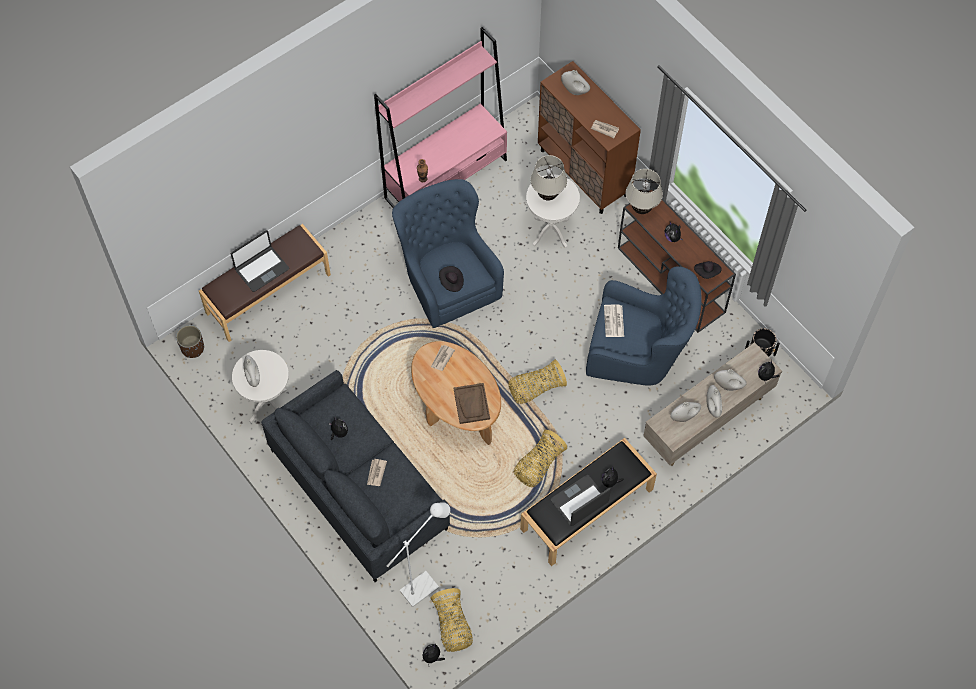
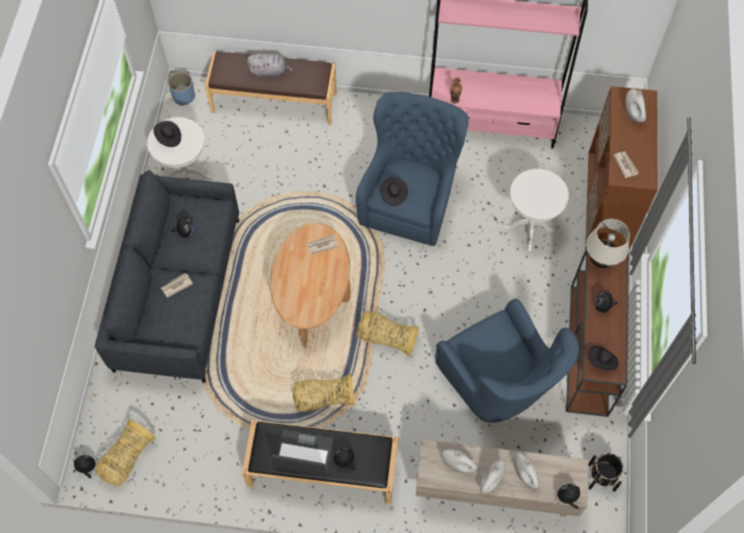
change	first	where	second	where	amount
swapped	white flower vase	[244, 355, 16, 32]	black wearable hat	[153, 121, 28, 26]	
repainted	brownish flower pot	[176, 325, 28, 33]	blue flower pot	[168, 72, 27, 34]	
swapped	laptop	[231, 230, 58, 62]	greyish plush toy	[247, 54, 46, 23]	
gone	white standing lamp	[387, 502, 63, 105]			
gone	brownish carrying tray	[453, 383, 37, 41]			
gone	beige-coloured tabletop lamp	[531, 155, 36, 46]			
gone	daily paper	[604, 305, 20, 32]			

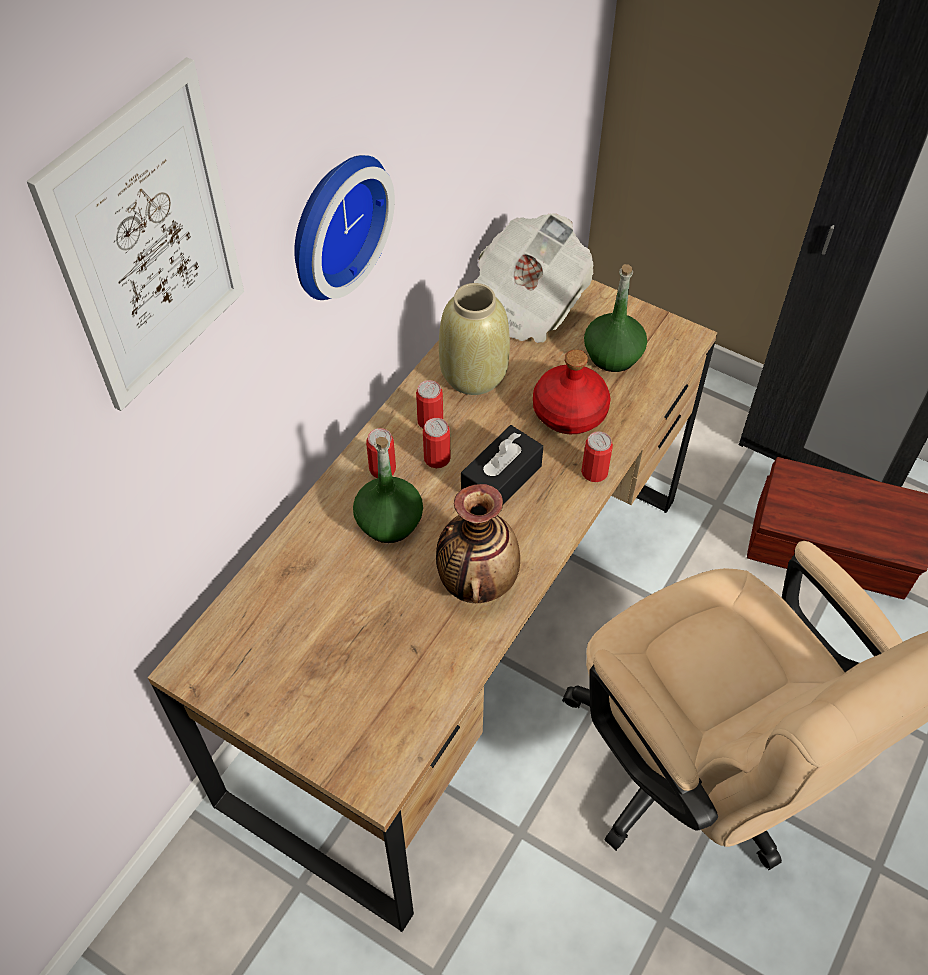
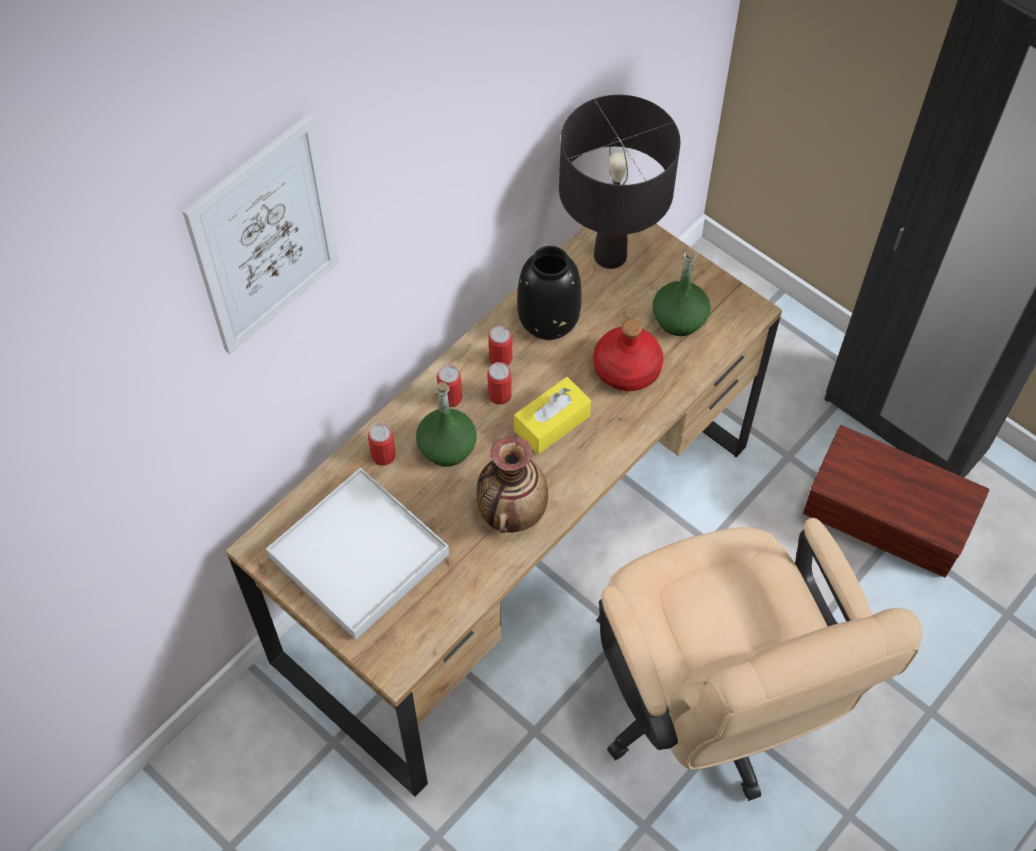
change	first	where	second	where	amount
new			white carrying tray	[266, 468, 183, 172]	
shifted	metal can	[581, 431, 32, 51]		[368, 423, 27, 43]	
repainted	black tissue holder	[461, 425, 82, 80]	yellow-coloured tissue holder	[514, 377, 77, 77]	
repainted	beige-coloured flower vase	[439, 283, 71, 112]	black flower vase	[517, 246, 64, 94]	
swapped	daily paper	[474, 213, 119, 130]	black tabletop lamp	[559, 95, 122, 174]	
gone	clock on the wall	[294, 155, 101, 145]			

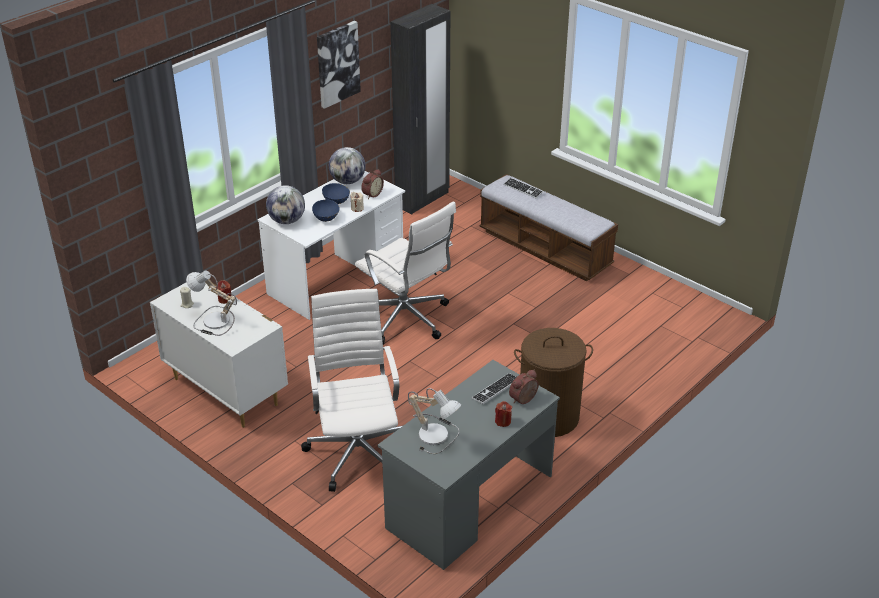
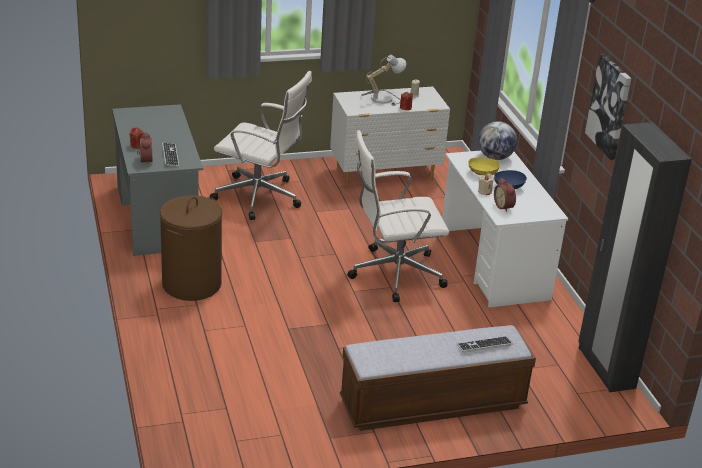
change	first	where	second	where	amount
repainted	blue bowl	[312, 199, 28, 23]	yellow-coloured bowl	[468, 157, 32, 18]	
gone	world globe	[329, 147, 37, 37]			
gone	tabletop lamp	[408, 388, 53, 66]			

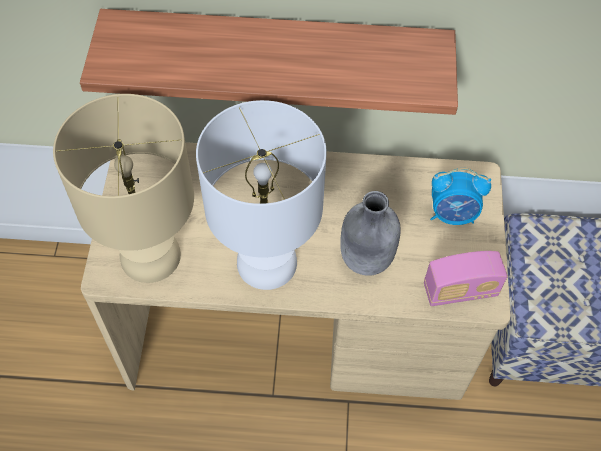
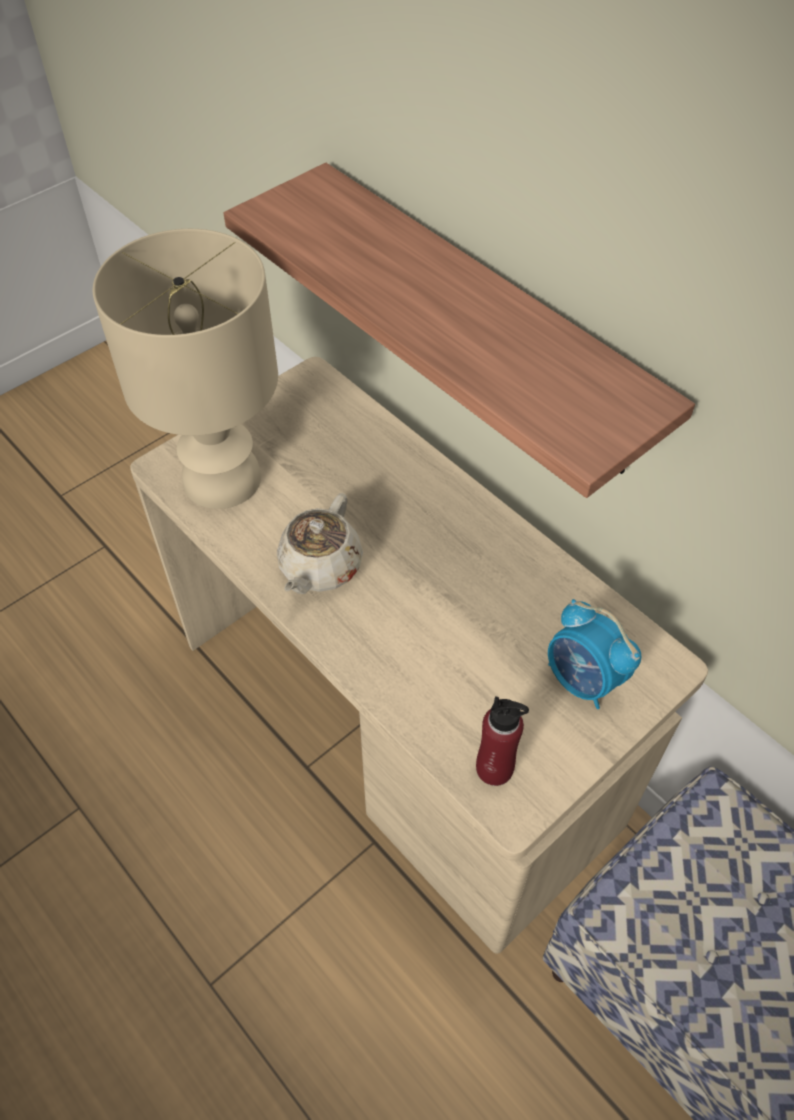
change	first	where	second	where	amount
swapped	white tabletop lamp	[196, 100, 131, 190]	beige-coloured pot for tea	[277, 493, 86, 101]	
swapped	radio receiver	[424, 251, 84, 55]	reddish beverage bottle	[476, 696, 53, 90]	
gone	greyish beverage bottle	[340, 191, 60, 85]			

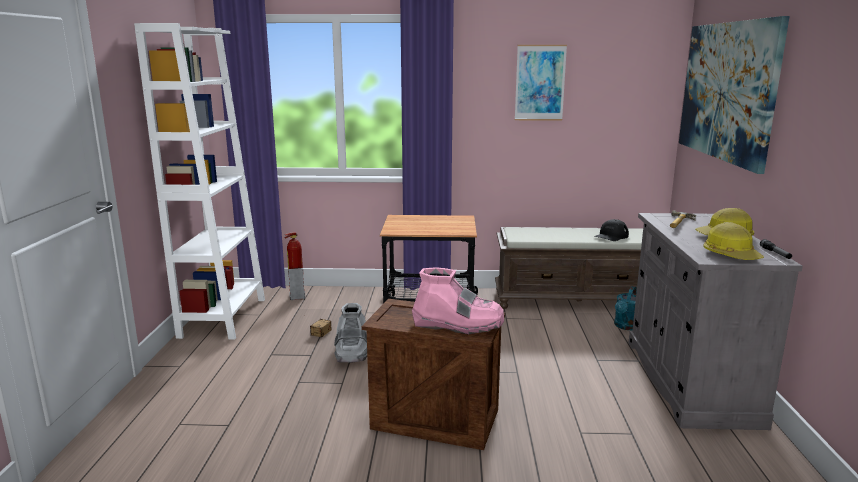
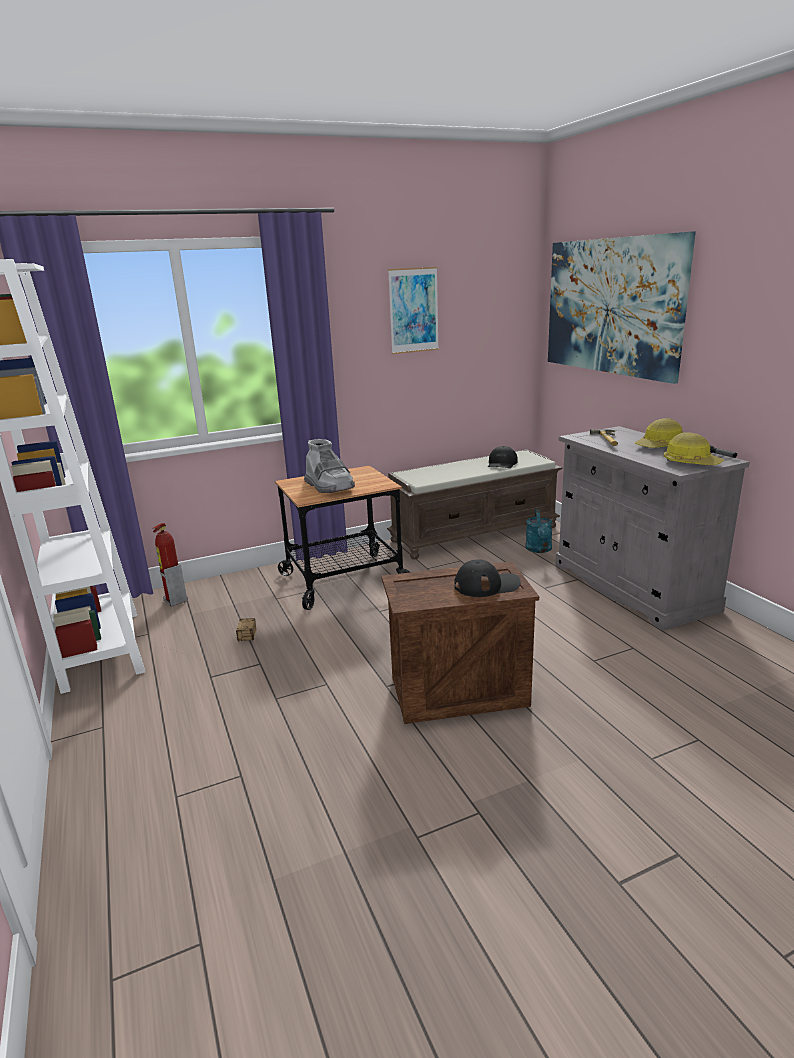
change	first	where	second	where	amount
shifted	greyish boot	[334, 303, 33, 60]		[304, 439, 51, 54]	
swapped	pinkish boot	[412, 267, 92, 67]	black baseball cap	[454, 559, 67, 38]	

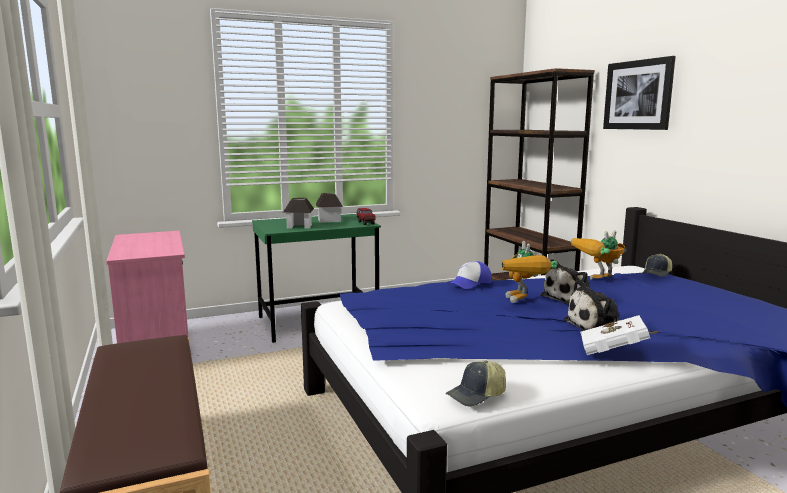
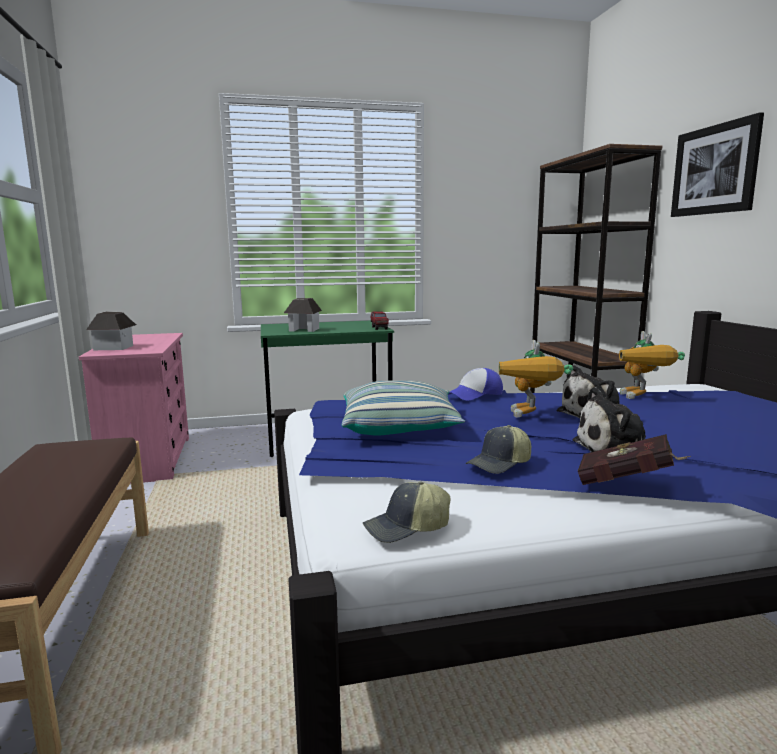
change	first	where	second	where	amount
shifted	model house	[316, 193, 27, 30]		[86, 311, 50, 39]	
new			throw pillow	[342, 380, 123, 56]	
shifted	baseball cap	[642, 254, 30, 23]		[466, 425, 65, 49]	
repainted	white bound book	[580, 315, 79, 40]	reddish bound book	[578, 434, 113, 51]	
rotated	robot figure	[571, 230, 55, 49]		[619, 331, 66, 68]	75 degrees counterclockwise

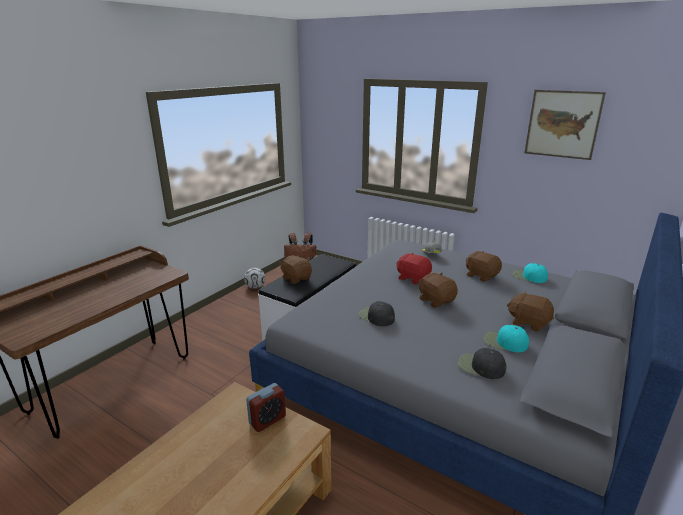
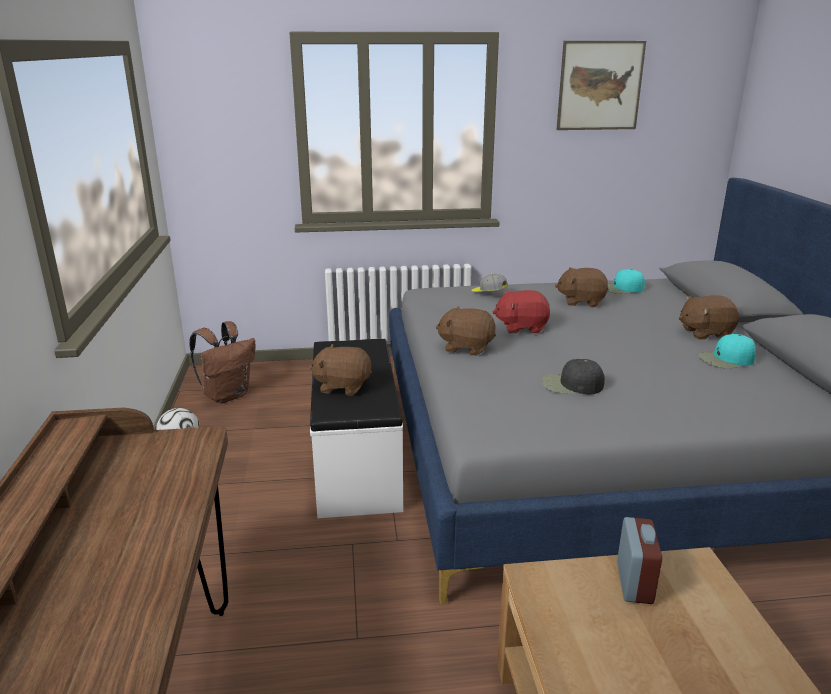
change	first	where	second	where	amount
shifted	brownish plush toy	[419, 273, 39, 35]		[436, 306, 60, 50]	
gone	black baseball cap	[458, 348, 48, 31]			

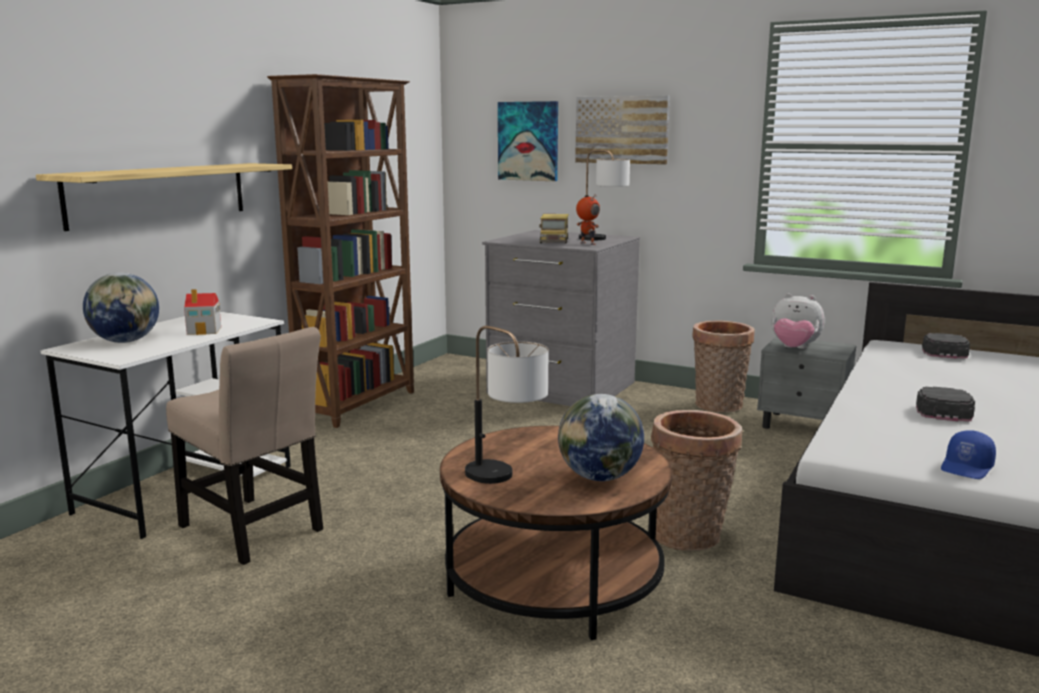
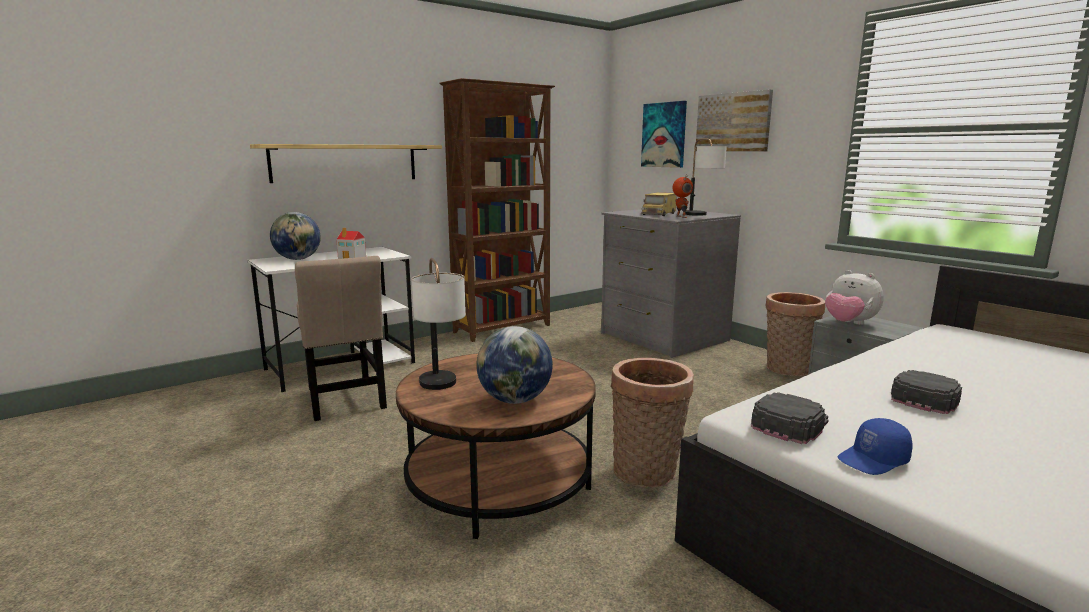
change	first	where	second	where	amount
shifted	black baseball cap	[922, 333, 48, 26]		[751, 392, 77, 52]	

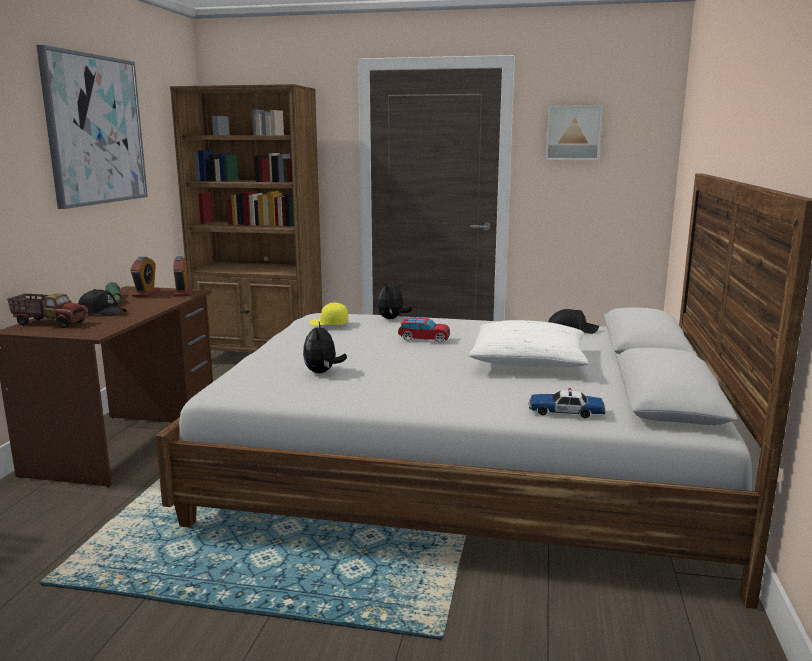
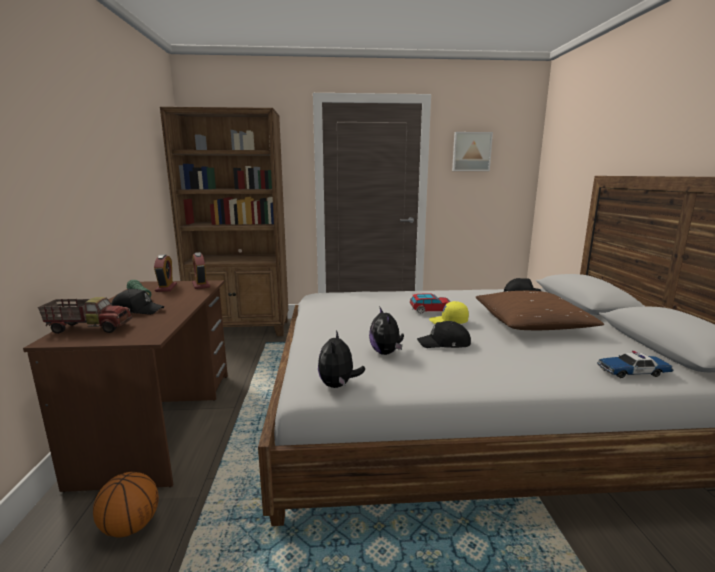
change	first	where	second	where	amount
new			ball for basketball	[93, 472, 66, 66]	
shifted	plush toy	[377, 280, 35, 39]		[318, 330, 47, 58]	
new			black baseball cap	[417, 321, 54, 27]	
shifted	yellow-coloured baseball cap	[310, 302, 38, 24]		[429, 301, 40, 23]	
repainted	white throw pillow	[469, 320, 120, 48]	brownish throw pillow	[476, 291, 128, 39]	
gone	picture	[36, 45, 112, 164]			

